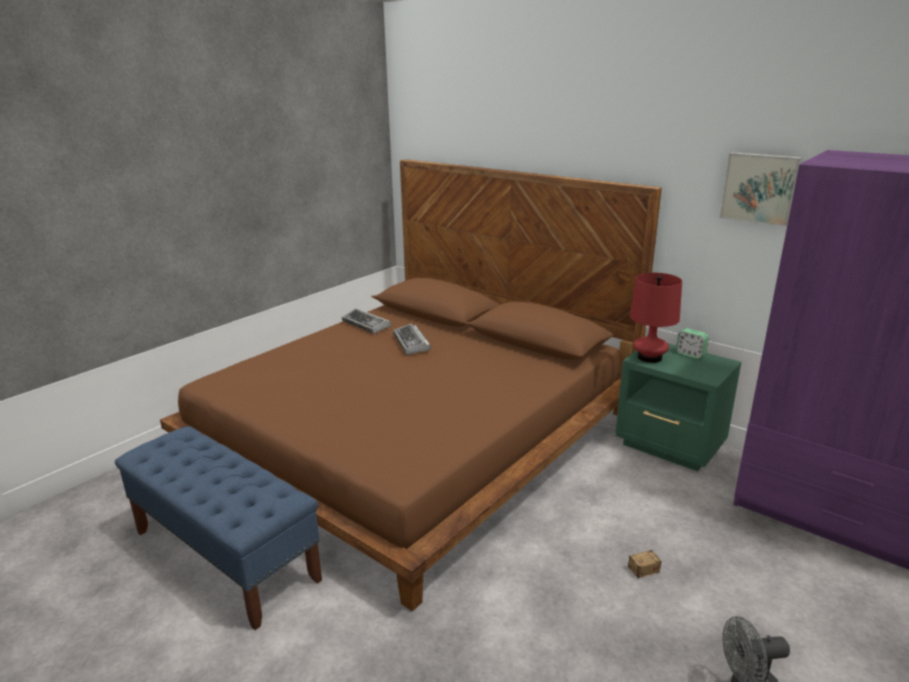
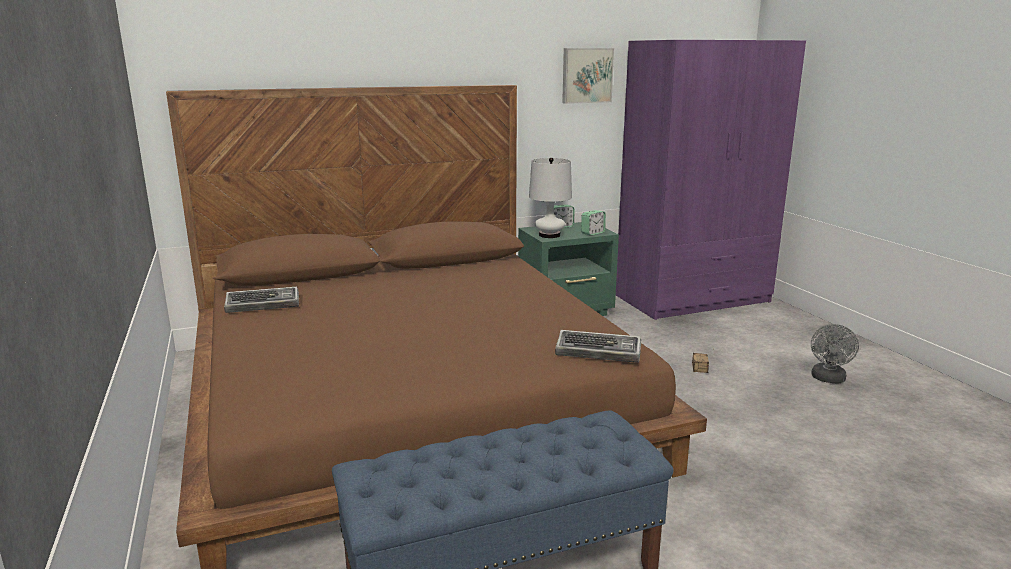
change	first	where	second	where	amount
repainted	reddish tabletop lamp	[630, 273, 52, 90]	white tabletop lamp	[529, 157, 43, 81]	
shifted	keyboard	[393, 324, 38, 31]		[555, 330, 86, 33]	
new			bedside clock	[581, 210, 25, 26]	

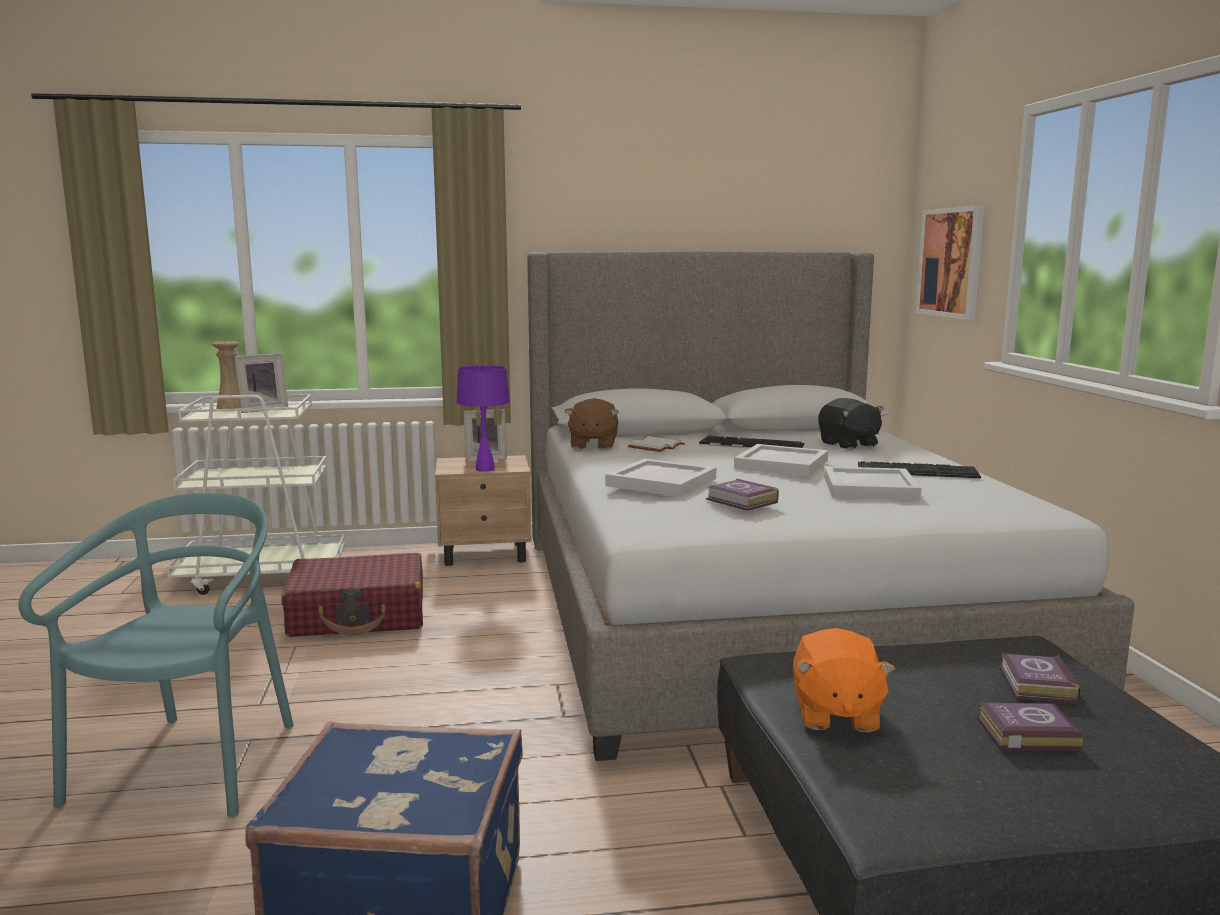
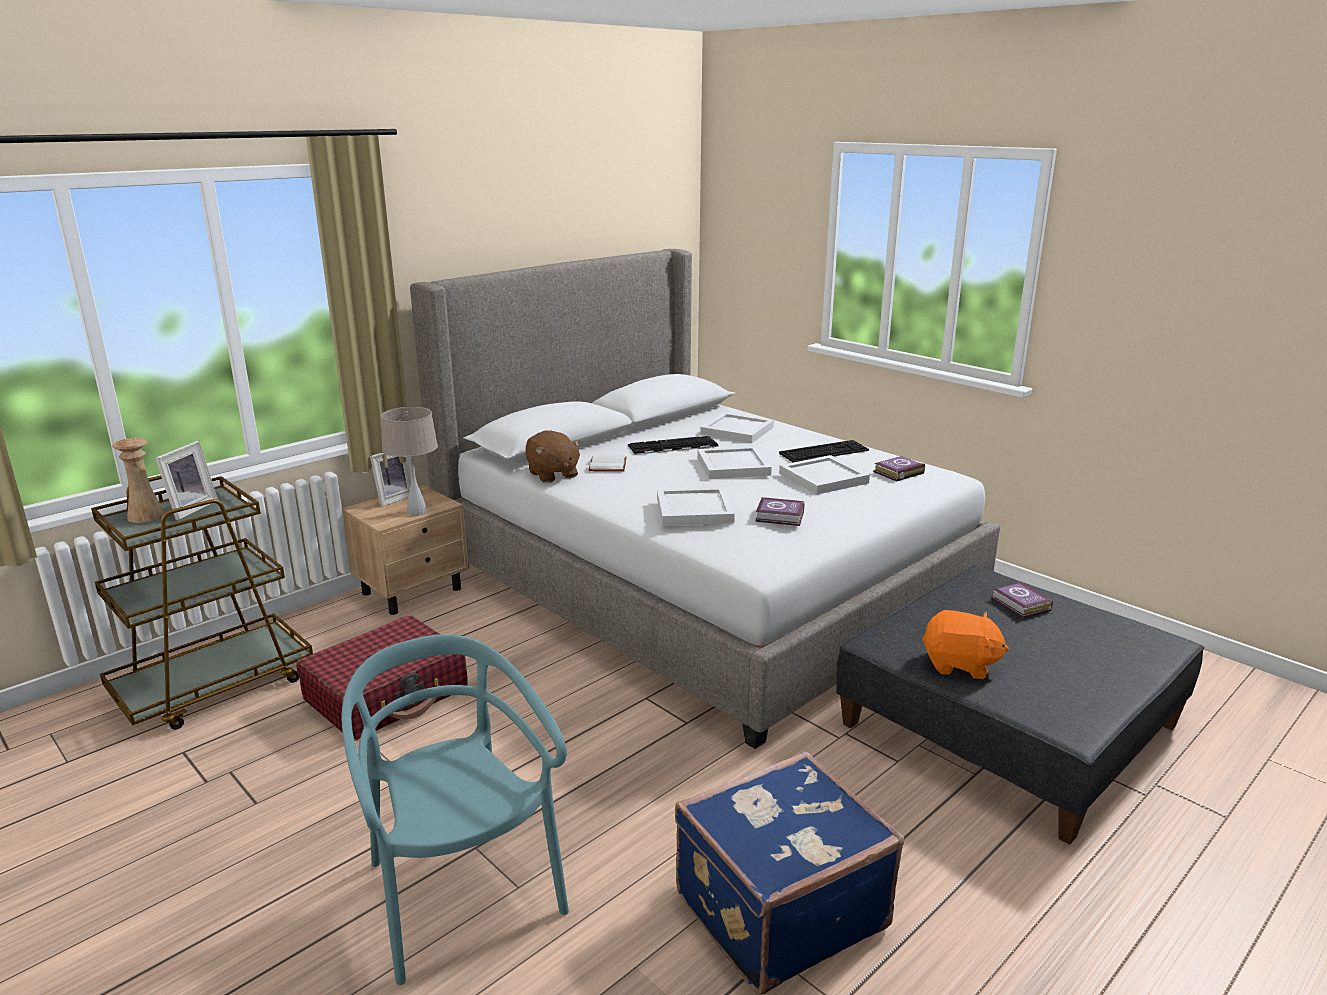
change	first	where	second	where	amount
repainted	white wheeled cart	[167, 394, 178, 201]	brownish wheeled cart	[91, 475, 222, 255]	
repainted	purple tabletop lamp	[456, 365, 54, 107]	beige-coloured tabletop lamp	[381, 407, 57, 109]	
swapped	black plush toy	[818, 398, 66, 51]	white carrying tray	[700, 412, 74, 31]	
shifted	bound book	[977, 703, 106, 48]		[873, 456, 52, 25]	
rotated	orange-coloured plush toy	[793, 628, 102, 104]		[922, 610, 87, 69]	45 degrees counterclockwise
gone	picture	[916, 206, 68, 114]			

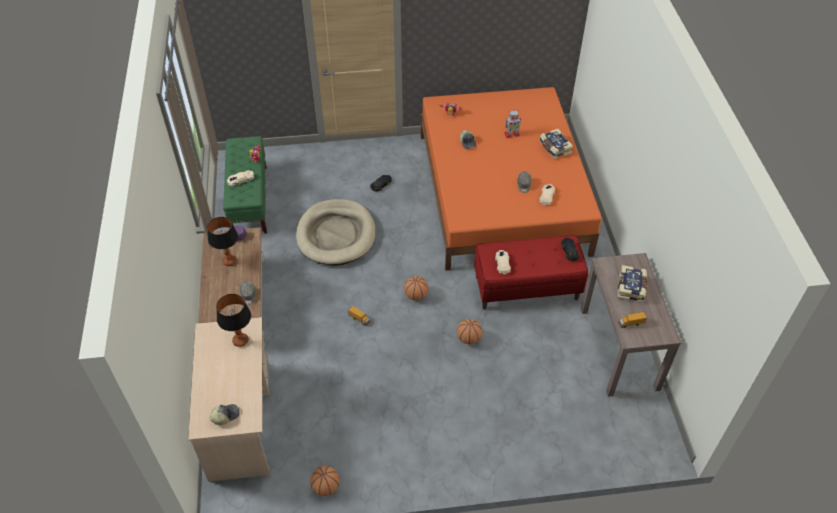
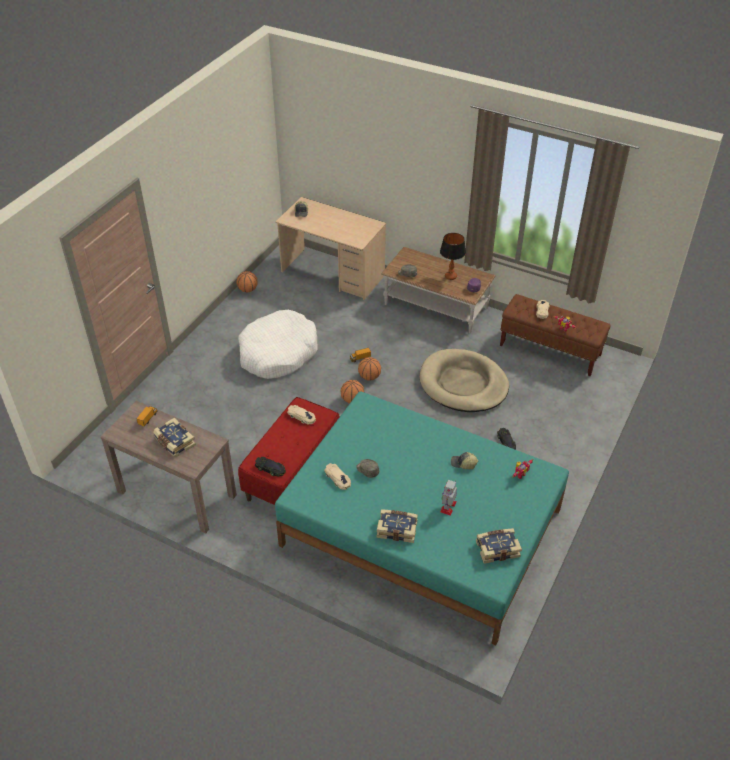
change	first	where	second	where	amount
new			white pet bed	[238, 310, 79, 69]	
repainted	orange-coloured sleeping bed	[421, 87, 181, 184]	turquoise sleeping bed	[275, 391, 294, 254]	
shifted	ball for basketball	[457, 319, 25, 25]		[358, 357, 23, 24]	
new			bound book	[476, 528, 46, 36]	
repainted	greenish bench	[223, 136, 44, 97]	brownish bench	[500, 294, 111, 82]	
gone	tabletop lamp	[216, 294, 35, 53]			

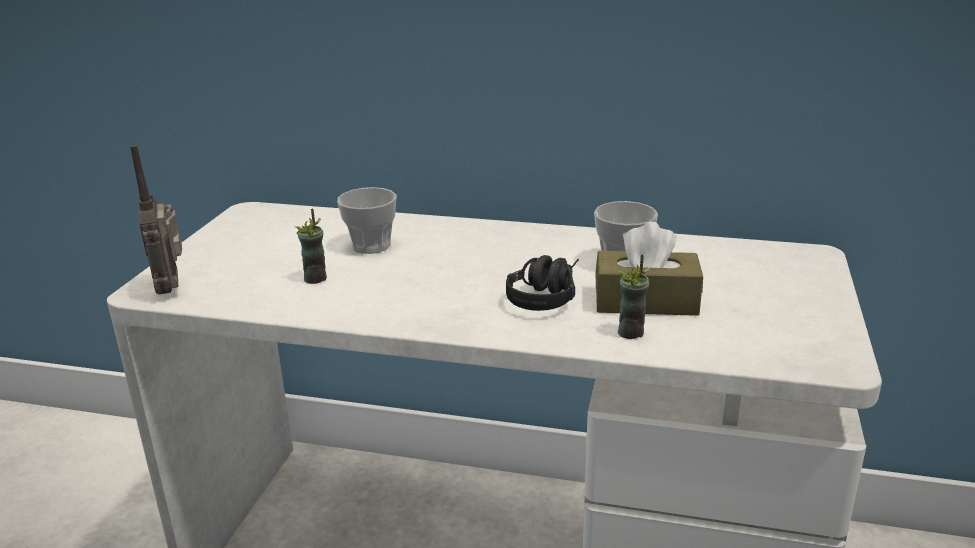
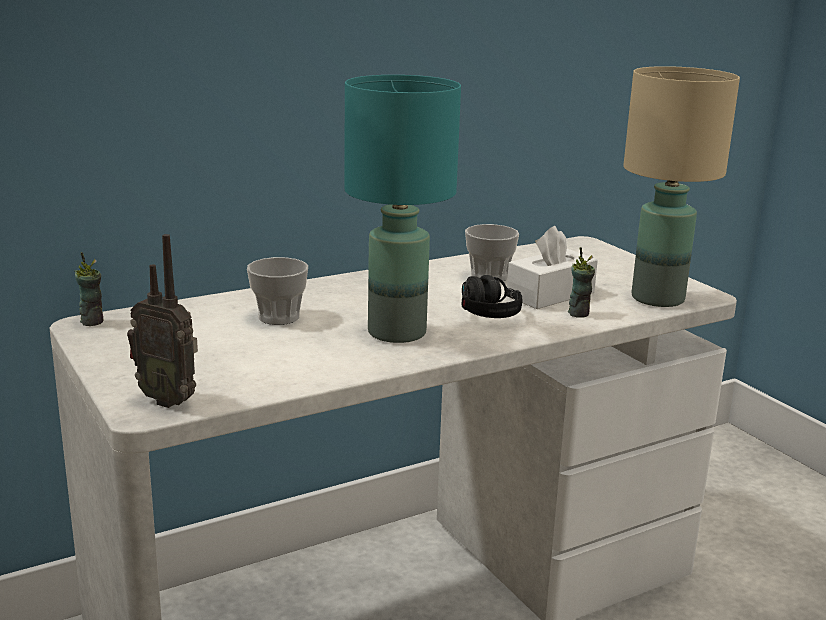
change	first	where	second	where	amount
shifted	cup	[294, 208, 33, 76]		[75, 252, 29, 74]	
new			turquoise tabletop lamp	[344, 75, 117, 268]	
repainted	brownish tissue holder	[595, 222, 108, 94]	white tissue holder	[507, 226, 91, 83]	
new			beige-coloured tabletop lamp	[623, 66, 117, 241]	

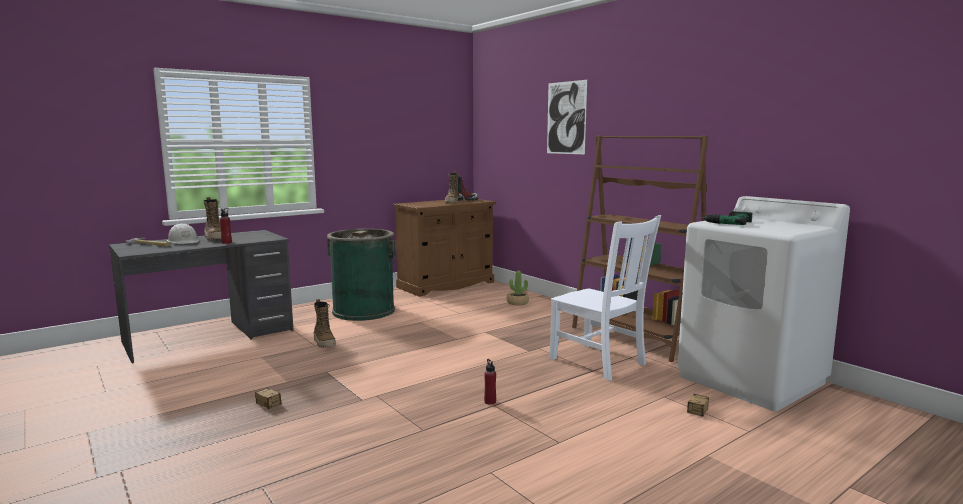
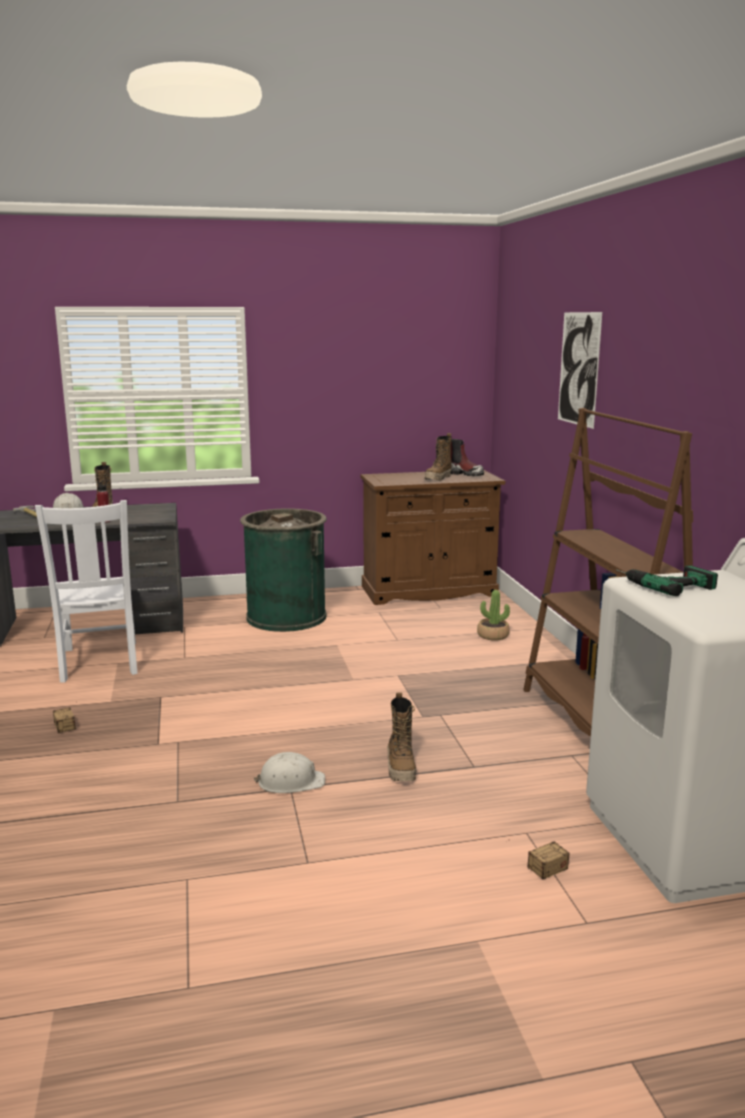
change	first	where	second	where	amount
shifted	white upright chair	[549, 215, 112, 166]		[35, 500, 103, 183]	
swapped	reddish beverage bottle	[484, 359, 12, 46]	white work helmet	[254, 752, 71, 41]	
shifted	boot	[313, 299, 23, 49]		[387, 692, 30, 90]	

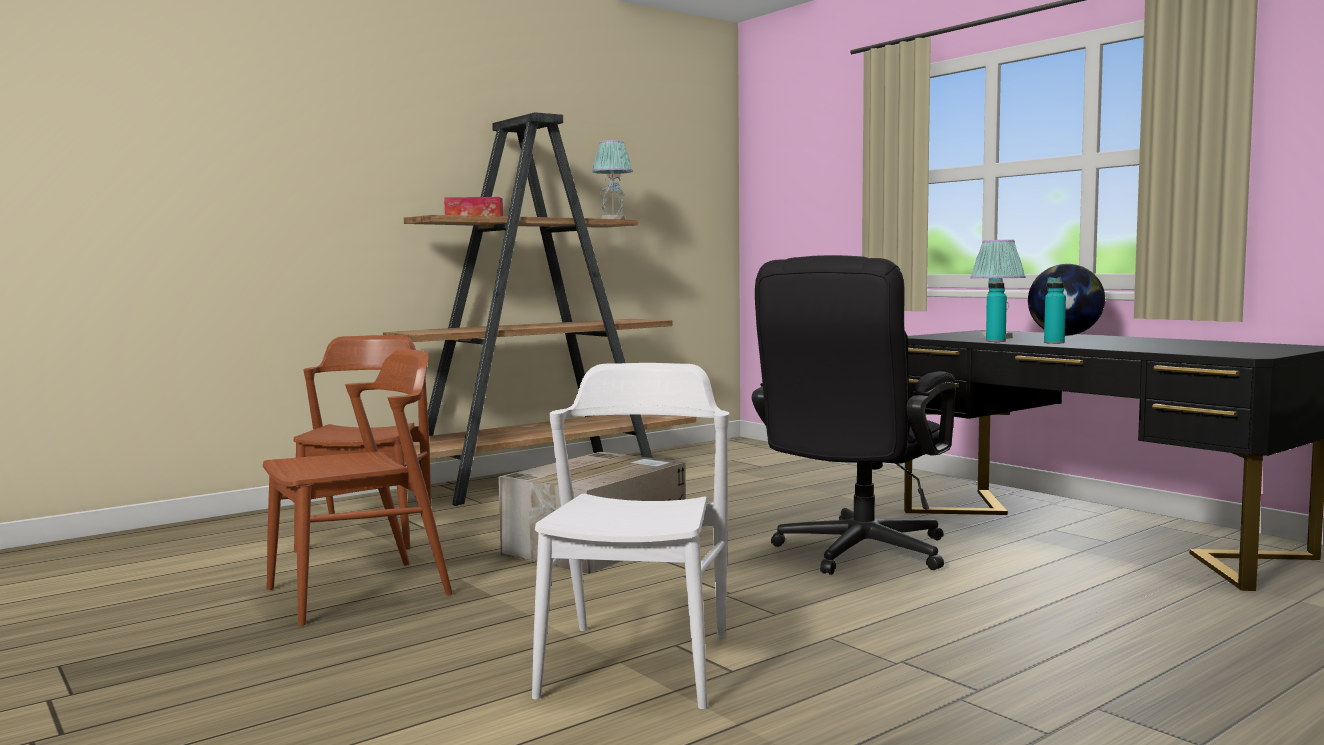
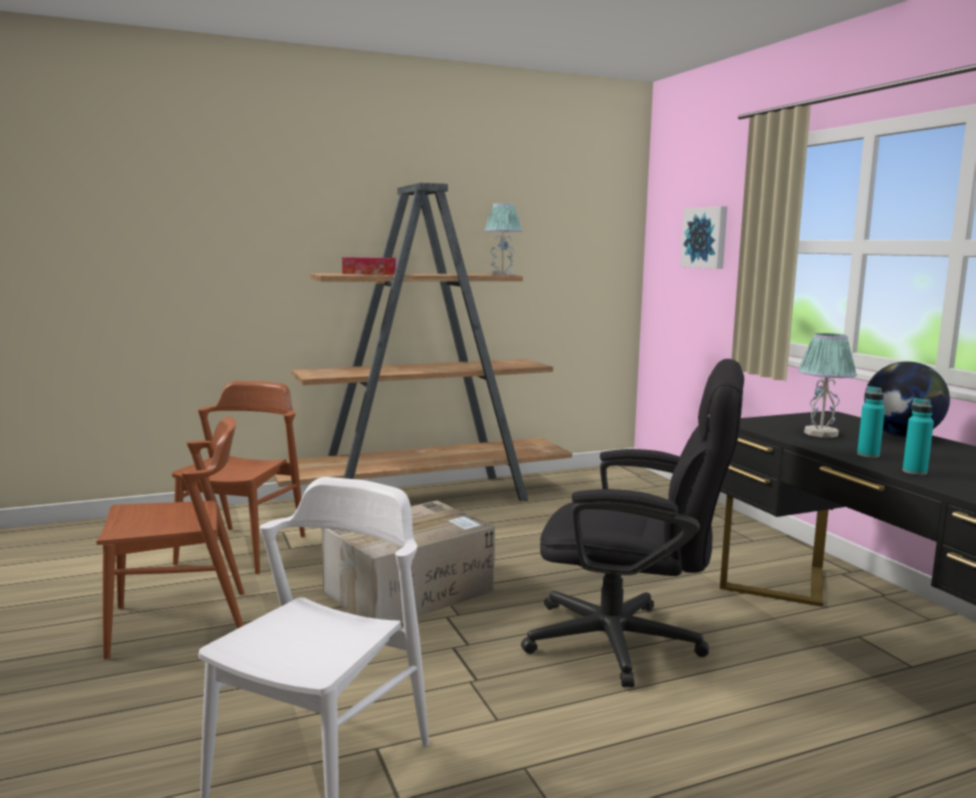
change	first	where	second	where	amount
rotated	black office chair	[752, 255, 204, 320]		[521, 359, 223, 328]	120 degrees counterclockwise
new			picture	[680, 206, 47, 63]	
shifted	turquoise beverage bottle	[986, 278, 21, 64]		[902, 398, 32, 77]	

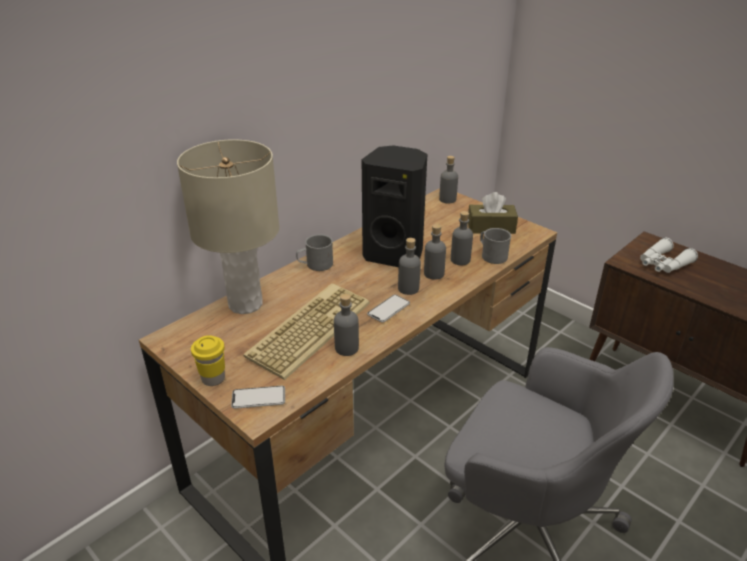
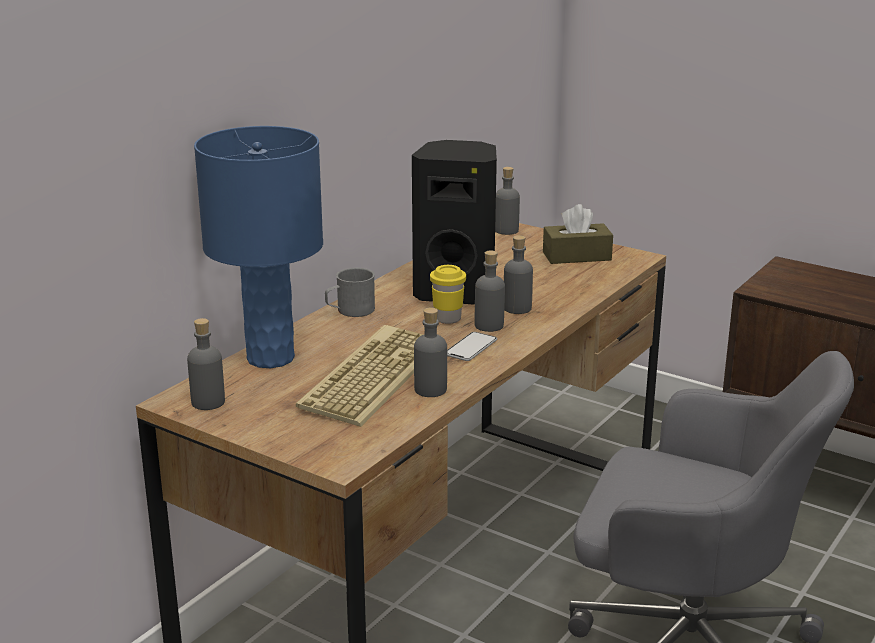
change	first	where	second	where	amount
shifted	greyish beverage bottle	[451, 211, 22, 54]		[187, 318, 38, 92]	
repainted	beige-coloured tabletop lamp	[177, 139, 102, 175]	blue tabletop lamp	[194, 126, 129, 242]	
shifted	yellow-coloured cup	[191, 335, 34, 51]		[430, 265, 36, 59]	
gone	handset	[231, 386, 54, 23]			
gone	greyish tea mug	[480, 228, 31, 36]			
gone	white binoculars	[640, 238, 58, 35]			

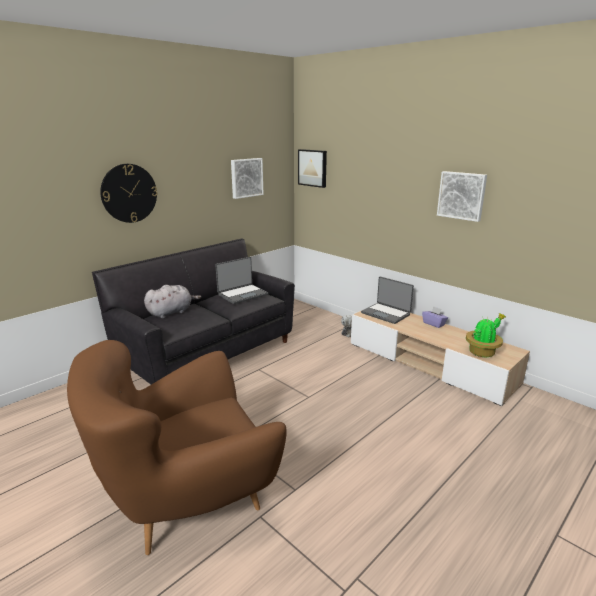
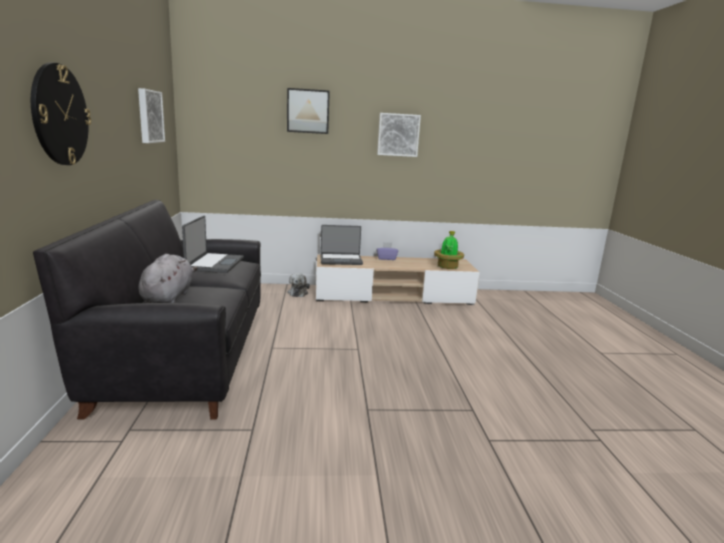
change	first	where	second	where	amount
shifted	picture	[298, 149, 29, 39]		[287, 88, 43, 46]	
gone	brownish easy chair	[67, 340, 219, 215]			

